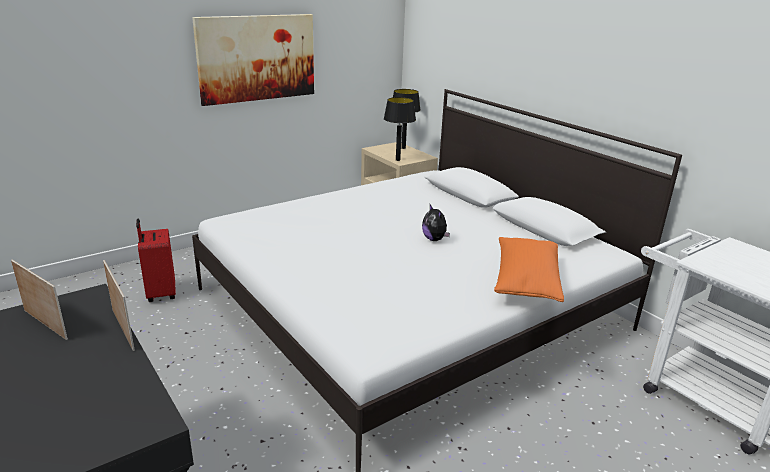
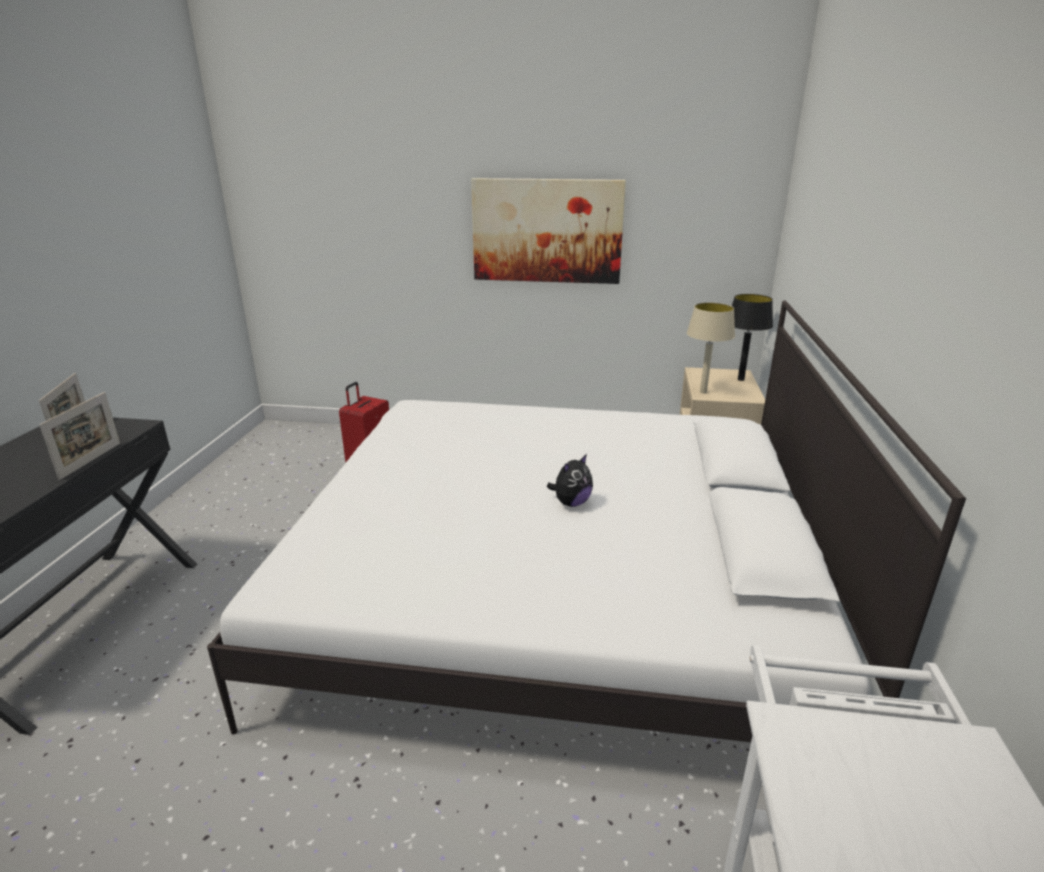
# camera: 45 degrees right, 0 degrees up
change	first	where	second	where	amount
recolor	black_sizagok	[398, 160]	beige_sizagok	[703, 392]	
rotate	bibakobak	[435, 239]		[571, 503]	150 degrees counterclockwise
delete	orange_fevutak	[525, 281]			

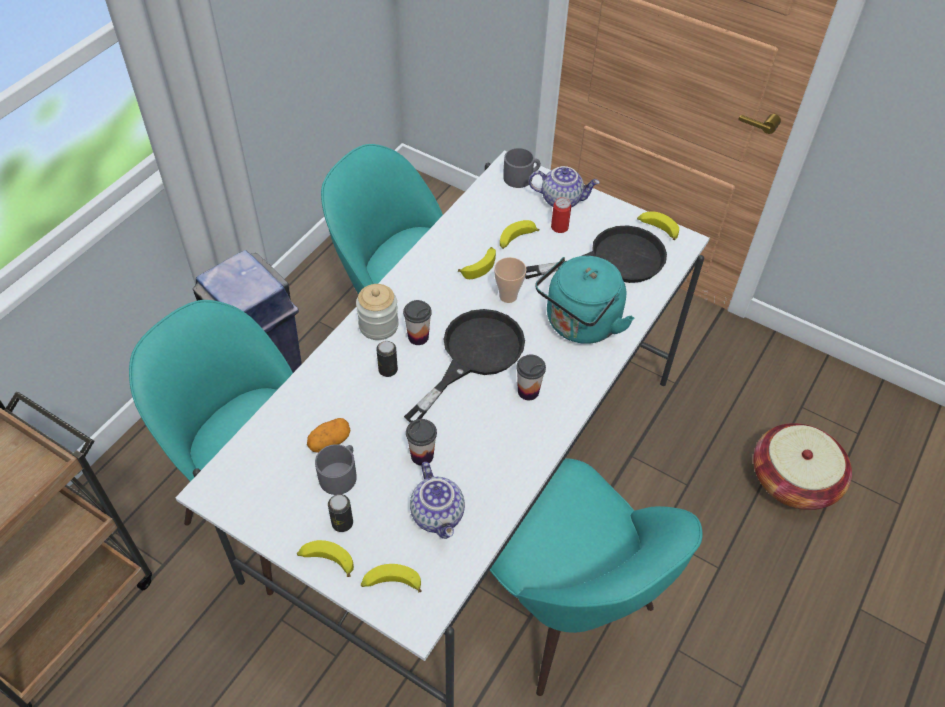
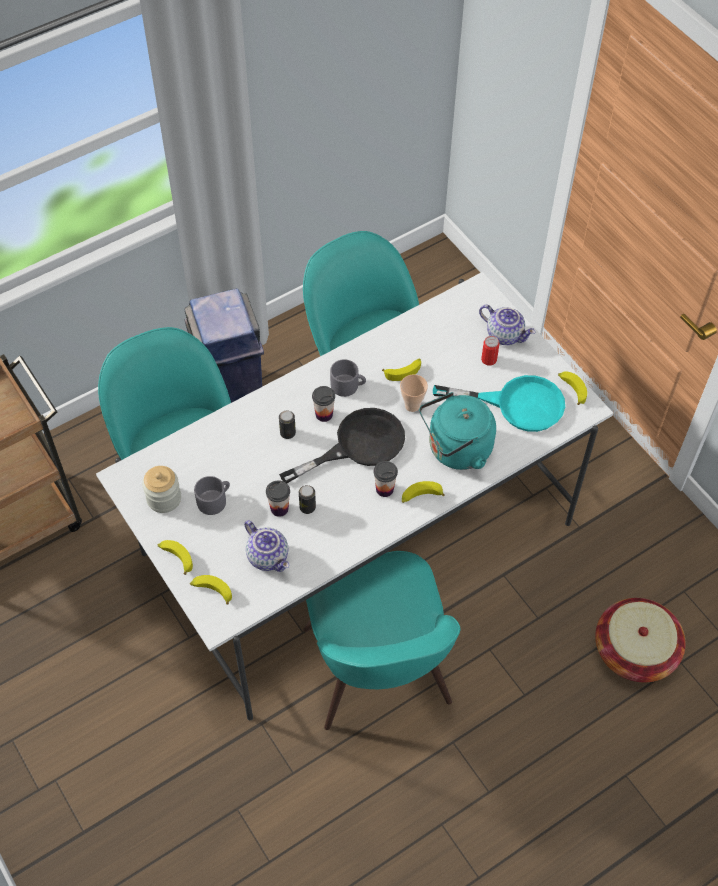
# camera: 25 degrees right, 5 degrees up
change	first	where	second	where	amount
delete	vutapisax	[329, 441]			
move	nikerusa	[342, 523]		[307, 507]	
move	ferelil	[378, 325]		[164, 498]	
rotate	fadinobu	[439, 515]		[269, 556]	45 degrees counterclockwise
move	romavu	[516, 240]		[420, 497]	
move	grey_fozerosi	[521, 177]		[348, 385]	
recolor	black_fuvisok	[613, 260]	turquoise_fuvisok	[517, 404]	

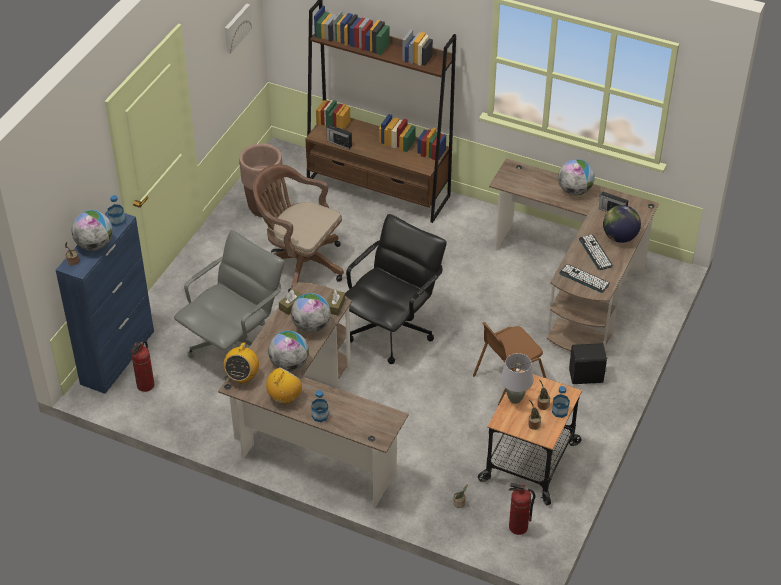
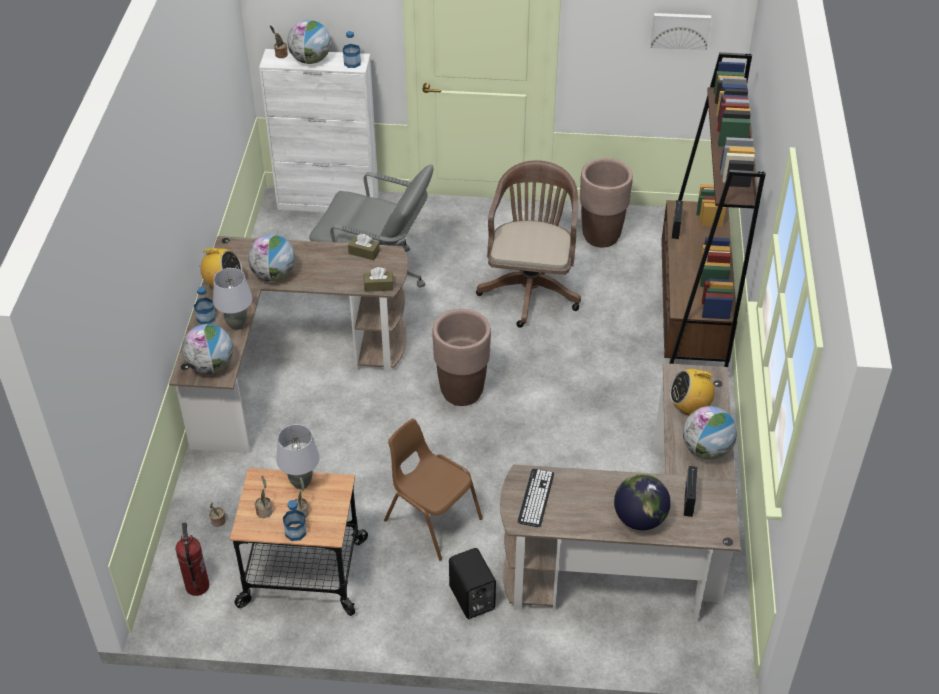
# camera: 70 degrees right, 0 degrees up
change	first	where	second	where	amount
recolor	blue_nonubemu	[118, 357]	white_nonubemu	[329, 202]	
delete	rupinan	[146, 385]			
move	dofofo	[242, 376]		[689, 407]	
move	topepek	[311, 326]		[211, 366]	
replace	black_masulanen	[392, 331]	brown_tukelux	[462, 392]	
delete	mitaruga	[595, 252]			
insert			grey_sizagok	[237, 325]	

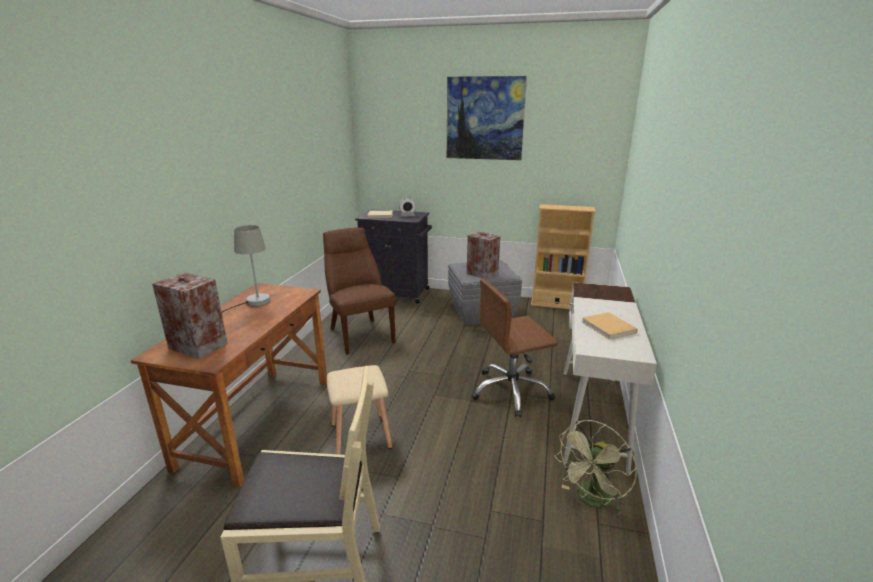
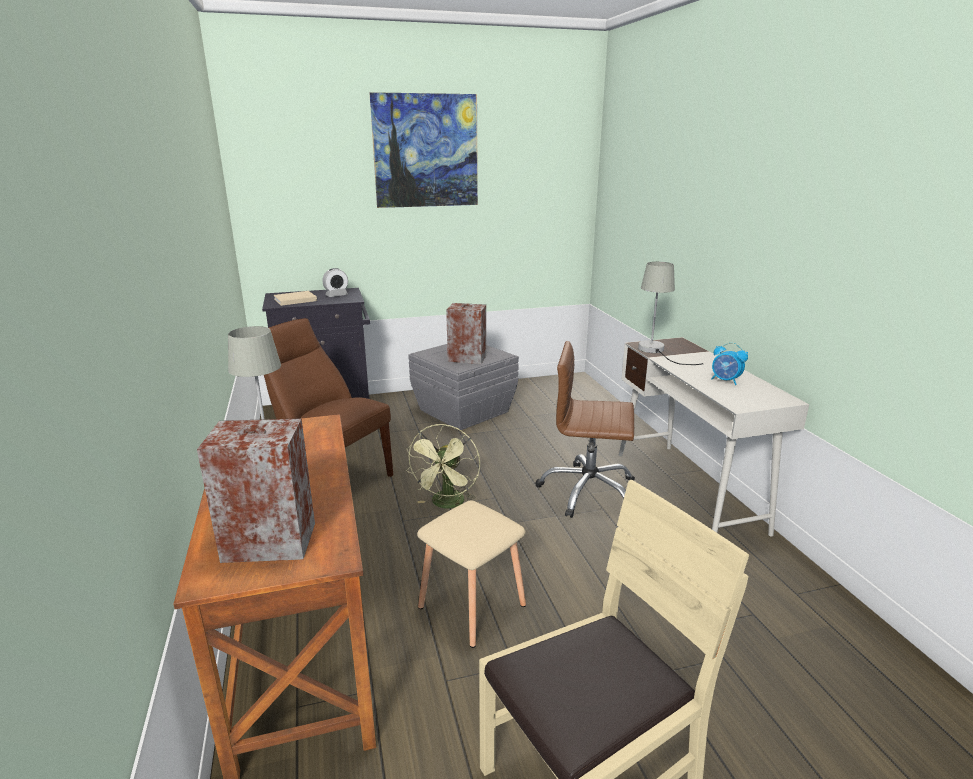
# camera: 30 degrees left, 0 degrees up
change	first	where	second	where	amount
rotate	brown_masulanen	[511, 391]		[588, 491]	60 degrees clockwise
delete	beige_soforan	[556, 304]			
move	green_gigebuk	[591, 501]		[447, 504]	
replace	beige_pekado	[609, 328]	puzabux	[725, 381]	
insert			grey_sizagok	[656, 351]	

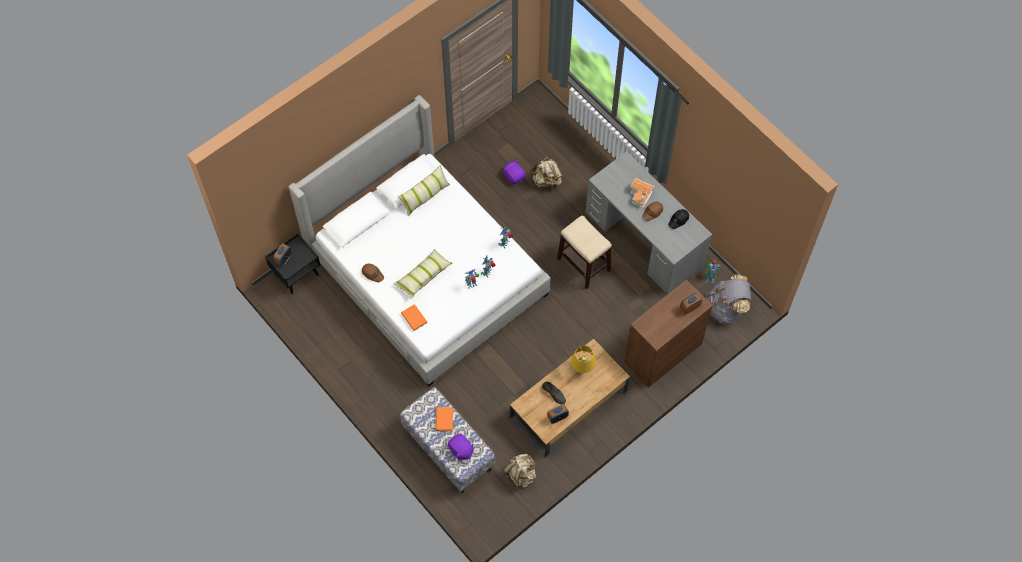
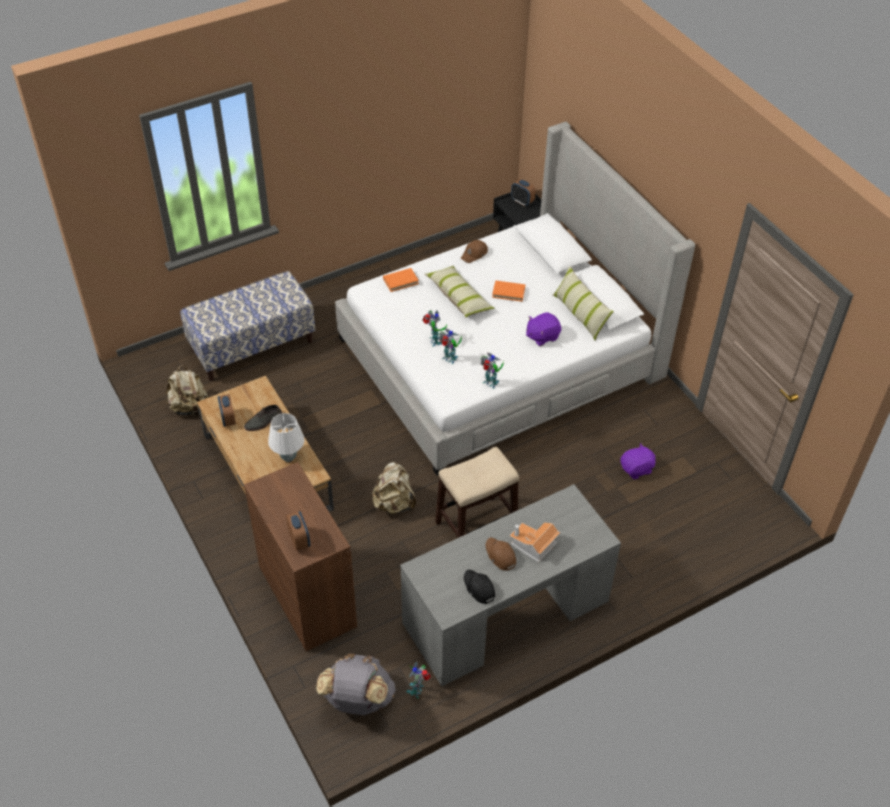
# camera: 100 degrees right, 15 degrees down
change	first	where	second	where	amount
move	orange_pekado	[444, 419]		[508, 292]	
move	purple_bibakobak	[461, 450]		[542, 336]	
move	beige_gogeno	[546, 181]		[394, 503]	
recolor	yellow_sizagok	[582, 368]	white_sizagok	[288, 457]	

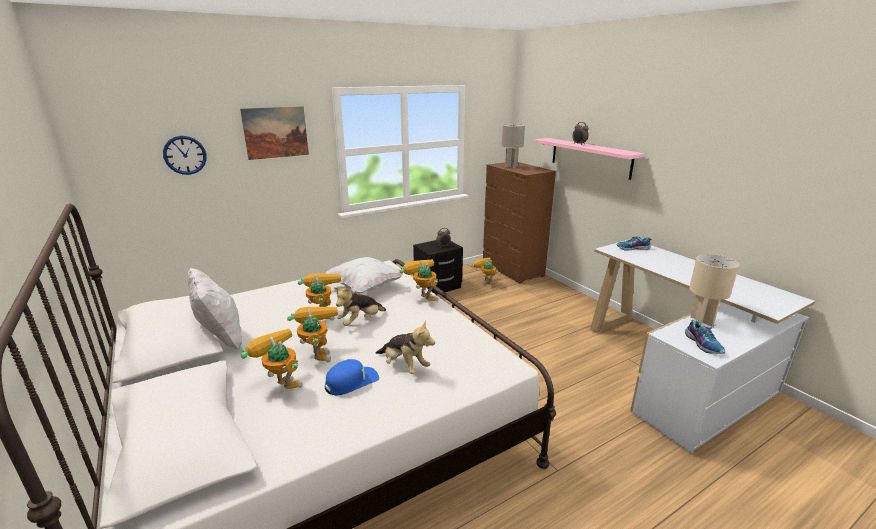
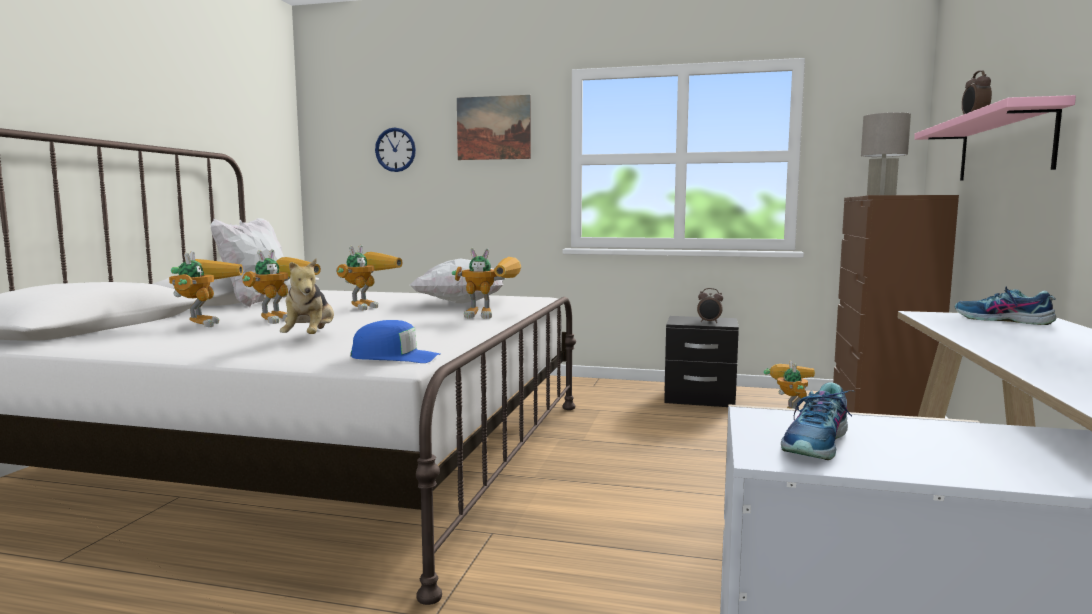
# camera: 45 degrees right, 15 degrees down
change	first	where	second	where	amount
move	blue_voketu	[351, 381]		[395, 357]	
delete	bibakobak	[361, 321]			
rotate	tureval	[422, 298]		[491, 316]	90 degrees clockwise
delete	beige_sizagok	[701, 321]			

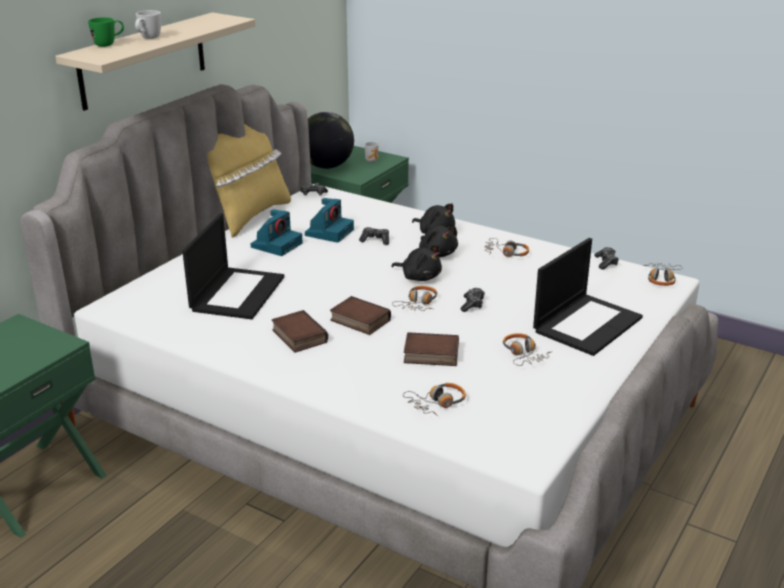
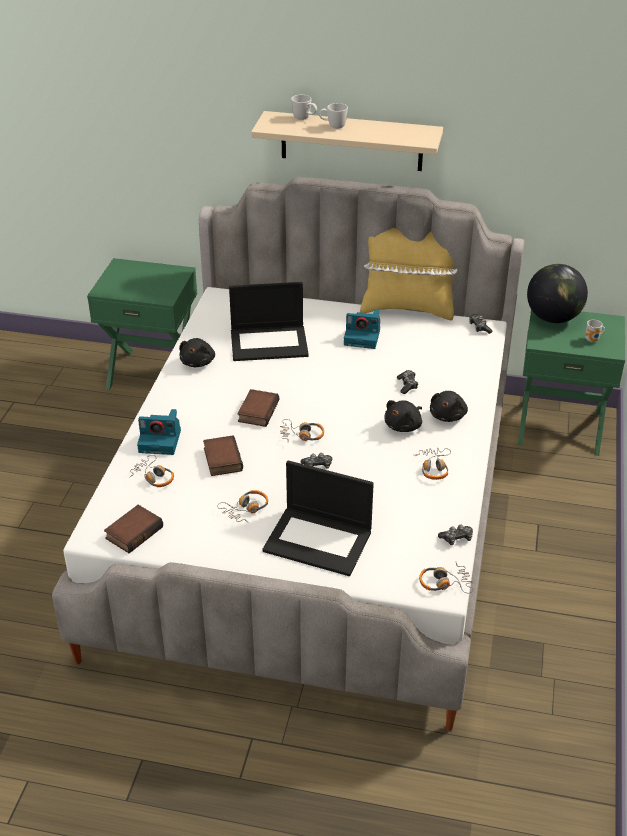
# camera: 70 degrees right, 10 degrees up
change	first	where	second	where	amount
recolor	green_fozerosi	[109, 44]	white_fozerosi	[304, 118]	
move	pekado	[297, 336]		[133, 531]	
move	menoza	[329, 232]		[161, 441]	
move	black_bibakobak	[419, 277]		[198, 362]	

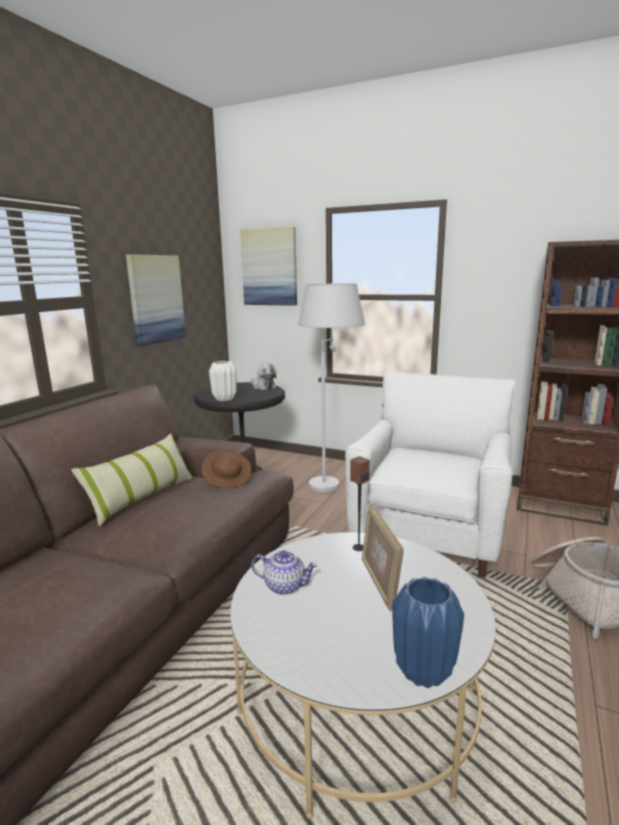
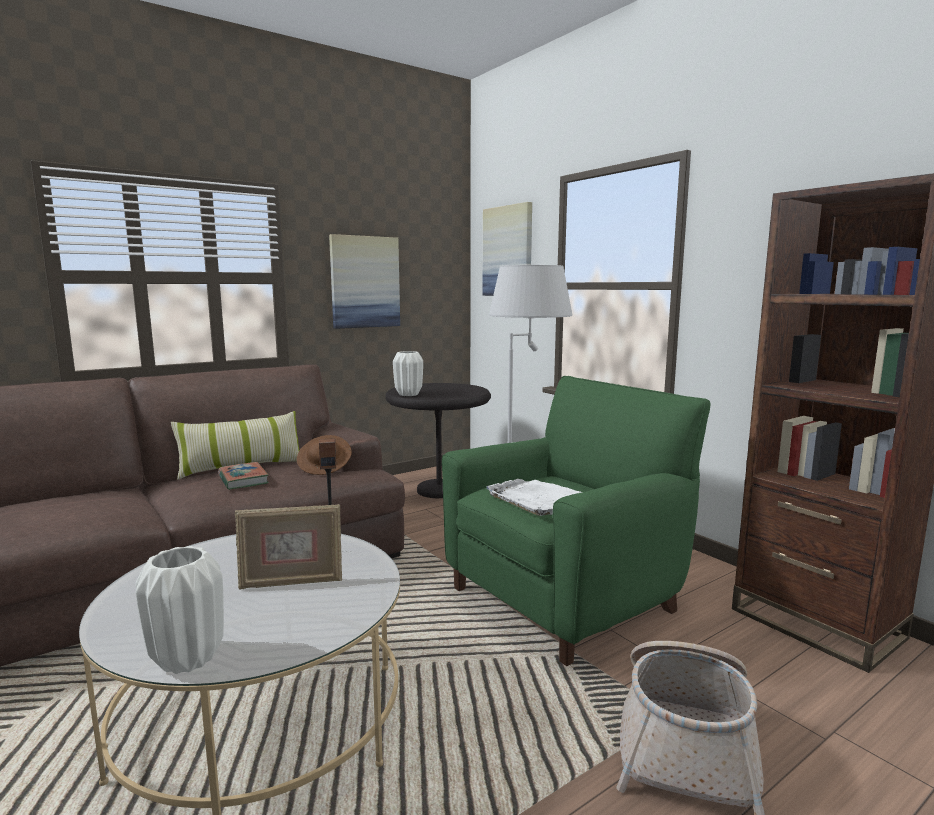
# camera: 30 degrees right, 5 degrees down
change	first	where	second	where	amount
delete	bibakobak	[263, 386]			
delete	fadinobu	[285, 586]			
recolor	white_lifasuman	[430, 532]	green_lifasuman	[566, 598]	
rotate	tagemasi	[379, 583]		[291, 582]	120 degrees counterclockwise
recolor	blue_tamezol	[422, 671]	white_tamezol	[187, 658]	
insert			pekado	[243, 479]	
insert			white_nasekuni	[540, 499]	

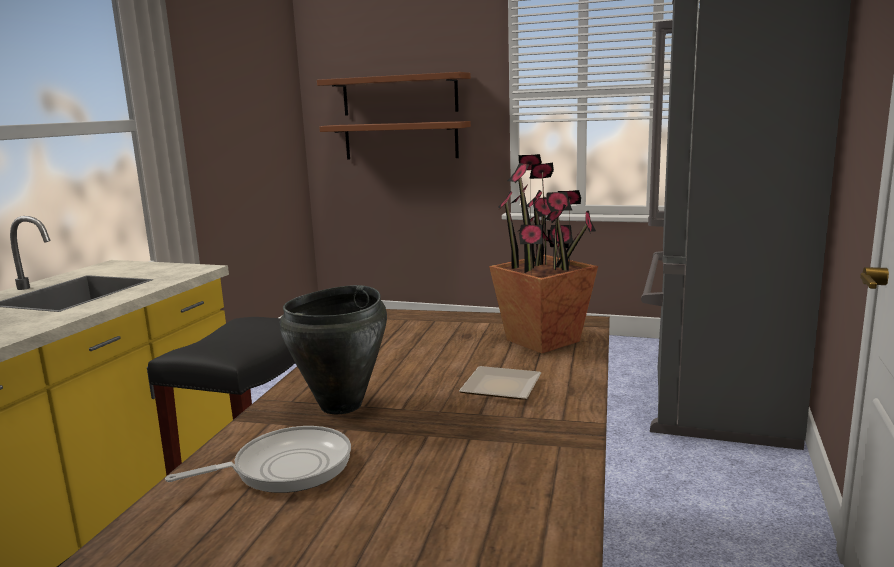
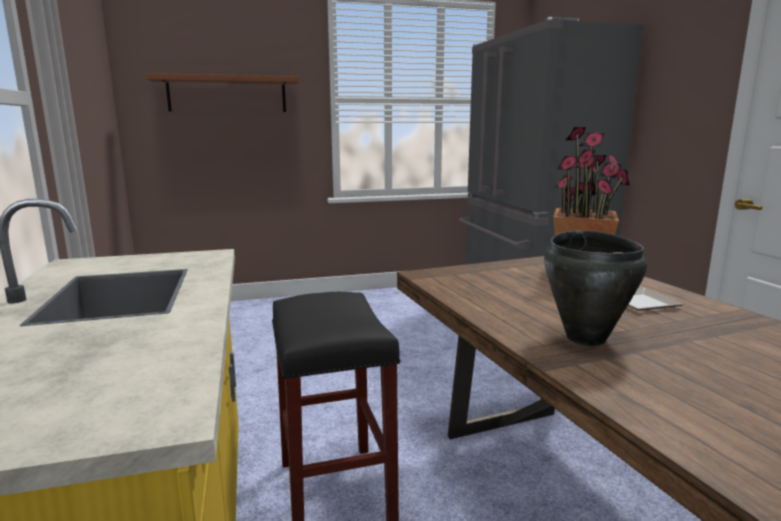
# camera: 35 degrees left, 0 degrees up
change	first	where	second	where	amount
delete	fuvisok	[285, 468]			
delete	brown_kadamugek	[400, 141]			

